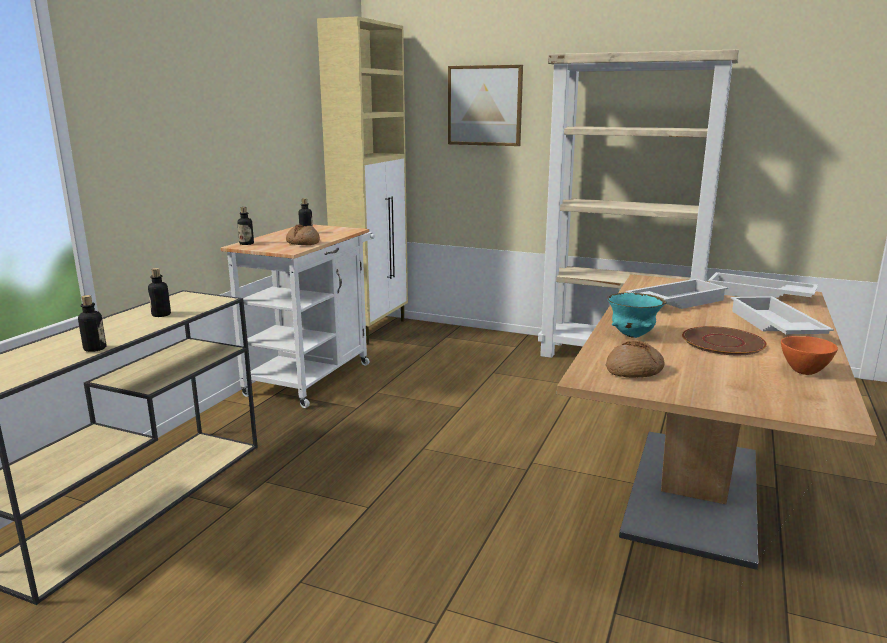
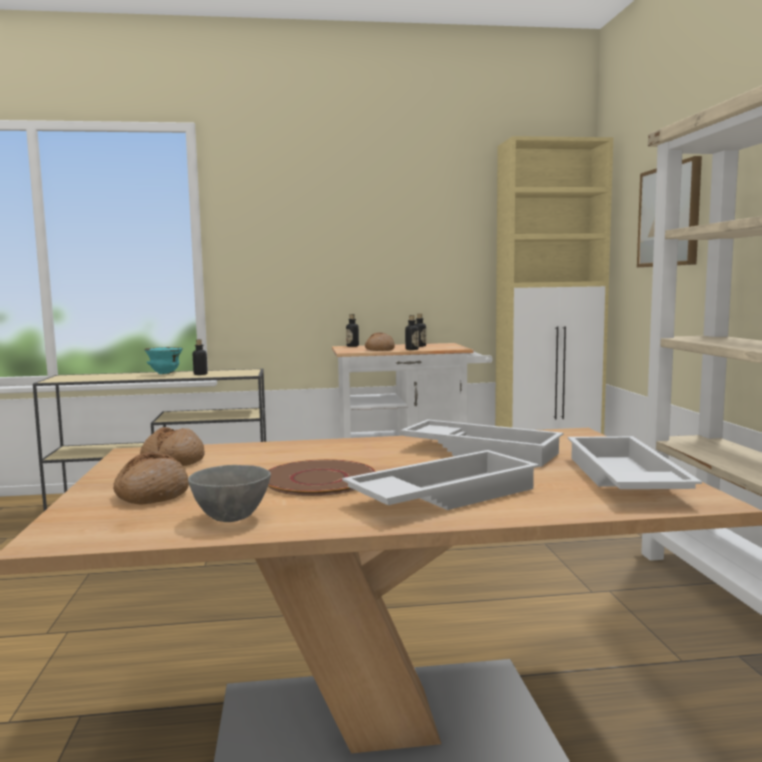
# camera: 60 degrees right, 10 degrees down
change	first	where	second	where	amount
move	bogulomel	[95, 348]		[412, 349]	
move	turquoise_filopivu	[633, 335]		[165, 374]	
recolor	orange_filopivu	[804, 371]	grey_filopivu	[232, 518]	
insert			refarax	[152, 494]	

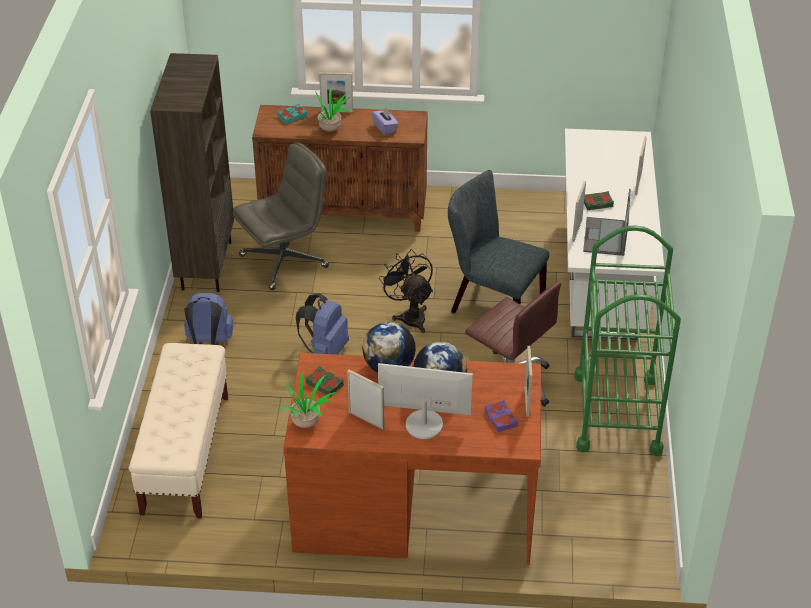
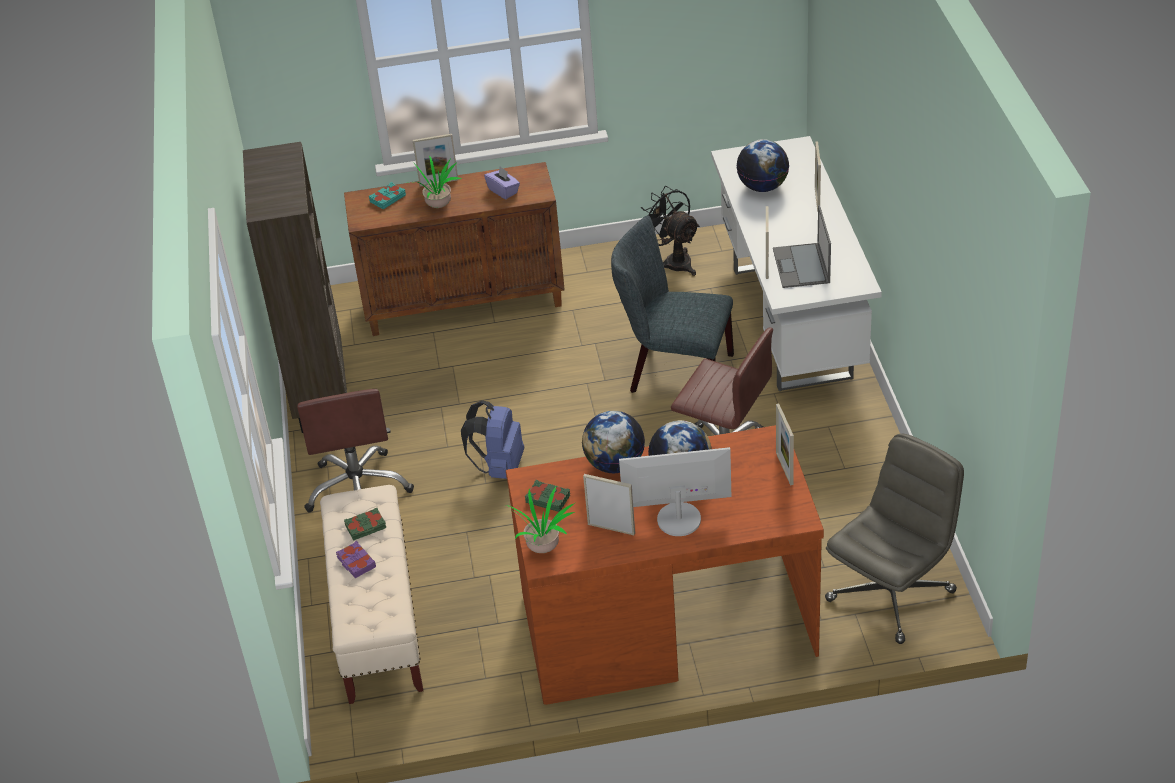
# camera: 10 degrees left, 0 degrees up
change	first	where	second	where	amount
replace	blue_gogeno	[209, 344]	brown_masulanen	[358, 489]	
move	grey_masulanen	[284, 260]		[891, 594]	
move	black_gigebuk	[410, 315]		[673, 261]	
move	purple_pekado	[500, 419]		[356, 562]	
delete	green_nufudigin	[617, 413]			
move	green_pekado	[597, 203]		[366, 527]	
insert			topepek	[763, 187]	

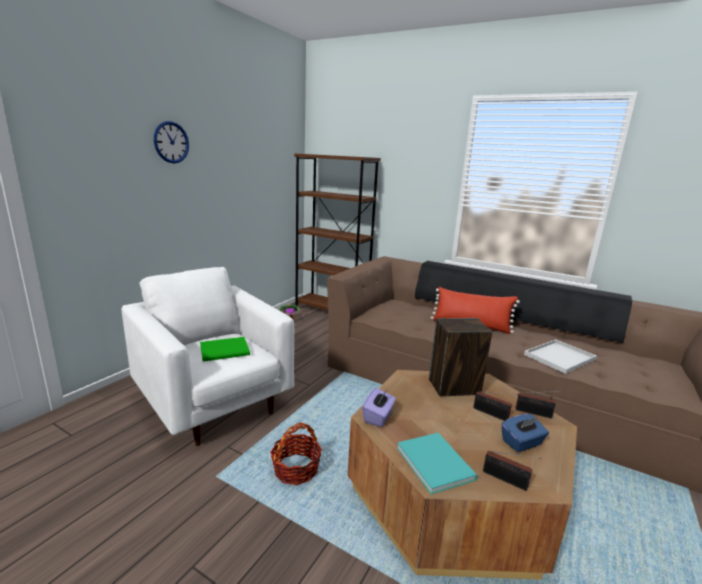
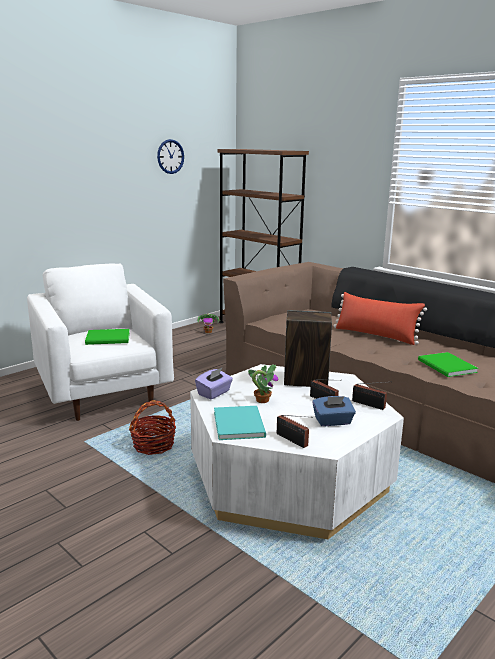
# camera: 15 degrees right, 0 degrees up
change	first	where	second	where	amount
move	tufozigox	[171, 142]		[170, 156]	
recolor	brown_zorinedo	[453, 492]	white_zorinedo	[289, 477]	
replace	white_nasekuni	[559, 357]	green_pekado	[446, 367]	
insert			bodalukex	[262, 400]	

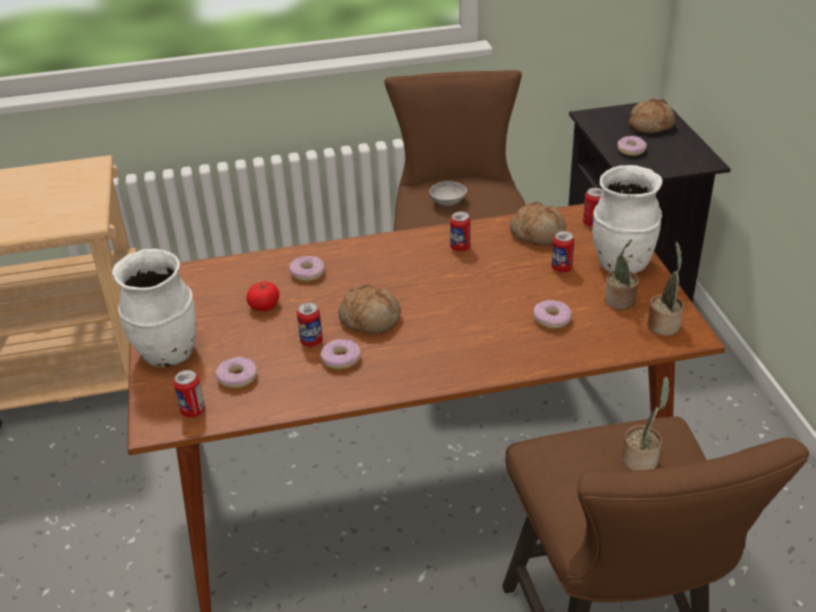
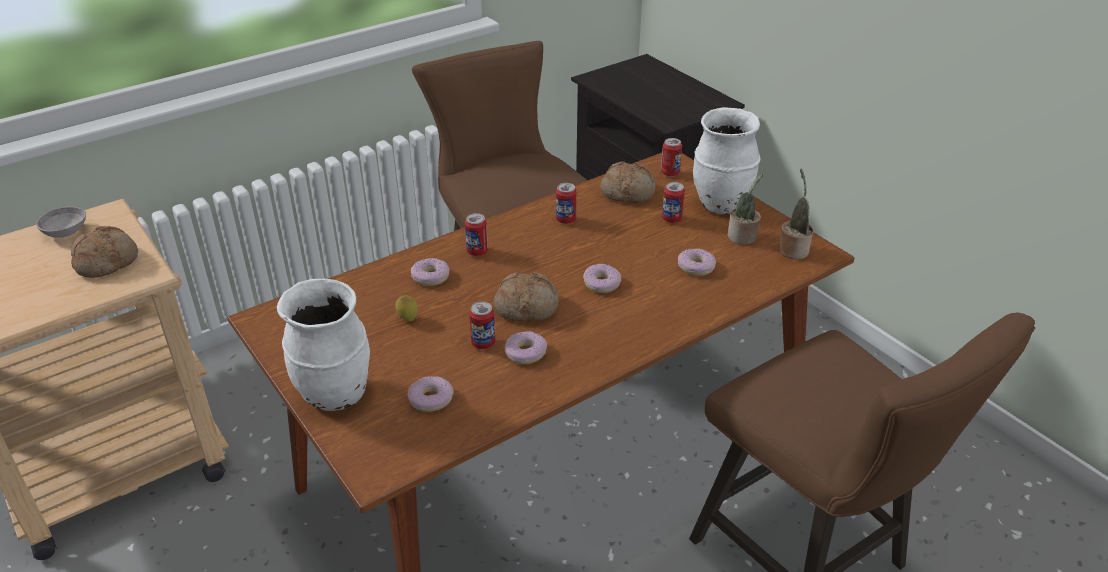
# camera: 25 degrees left, 0 degrees up
change	first	where	second	where	amount
move	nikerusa	[193, 411]		[477, 252]	
replace	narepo	[264, 305]	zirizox	[408, 319]	
move	grey_filopivu	[448, 202]		[66, 232]	
move	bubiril	[631, 150]		[602, 283]	
delete	bodalukex	[641, 458]			
move	refarax	[650, 125]		[107, 261]	

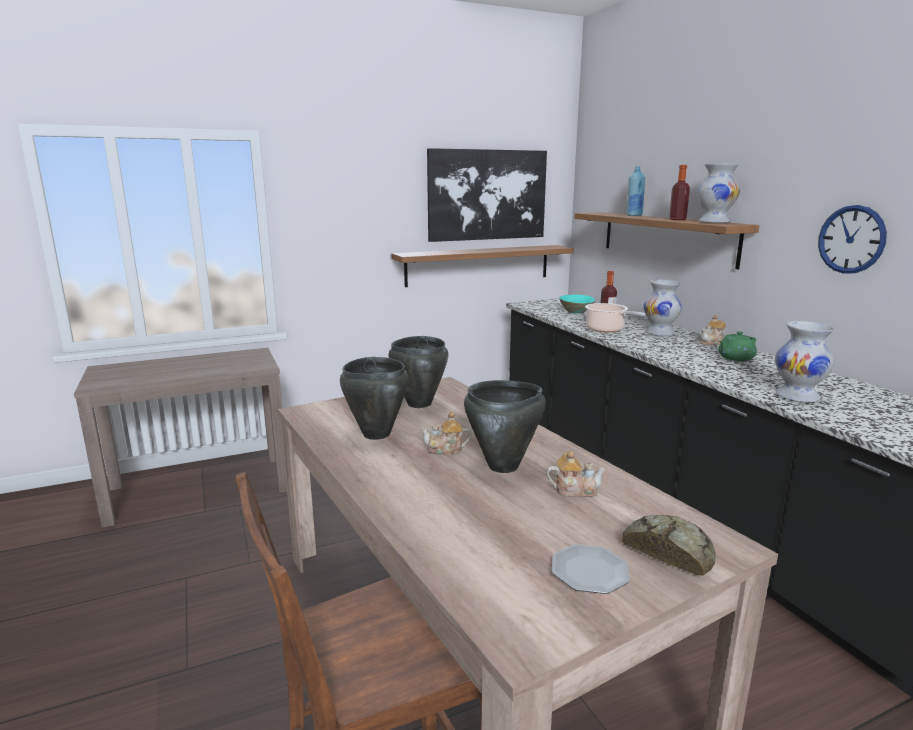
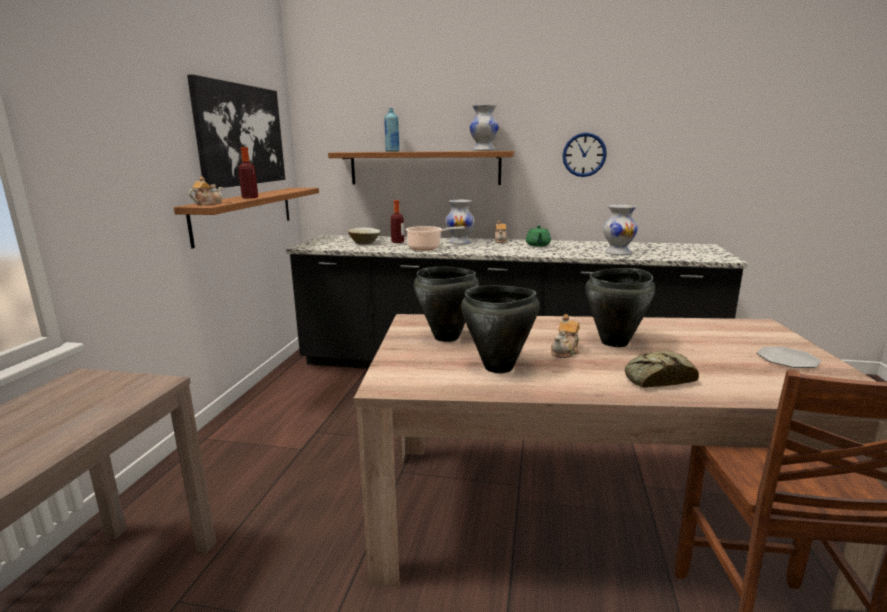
# camera: 55 degrees left, 0 degrees up
change	first	where	second	where	amount
move	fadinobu	[574, 490]		[208, 204]	
recolor	turquoise_filopivu	[576, 312]	beige_filopivu	[364, 243]	
move	refarax	[669, 550]		[657, 378]	
move	bogulomel	[677, 219]		[250, 197]	

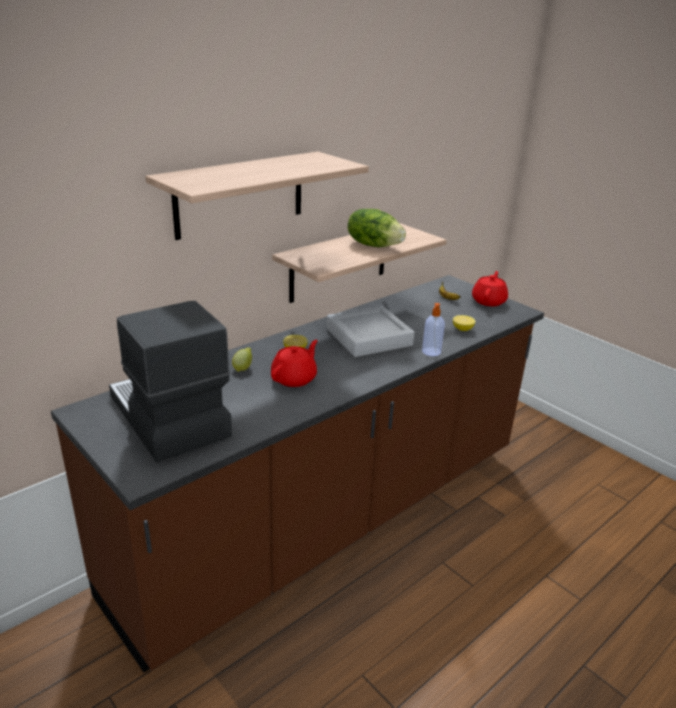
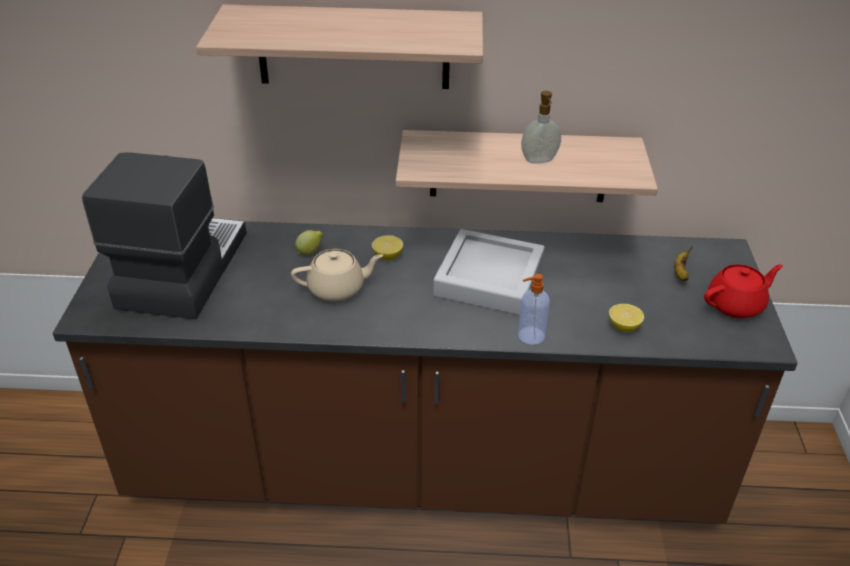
# camera: 45 degrees right, 10 degrees up
change	first	where	second	where	amount
recolor	red_fadinobu	[294, 378]	beige_fadinobu	[337, 289]	
replace	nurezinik	[374, 245]	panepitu	[539, 161]	

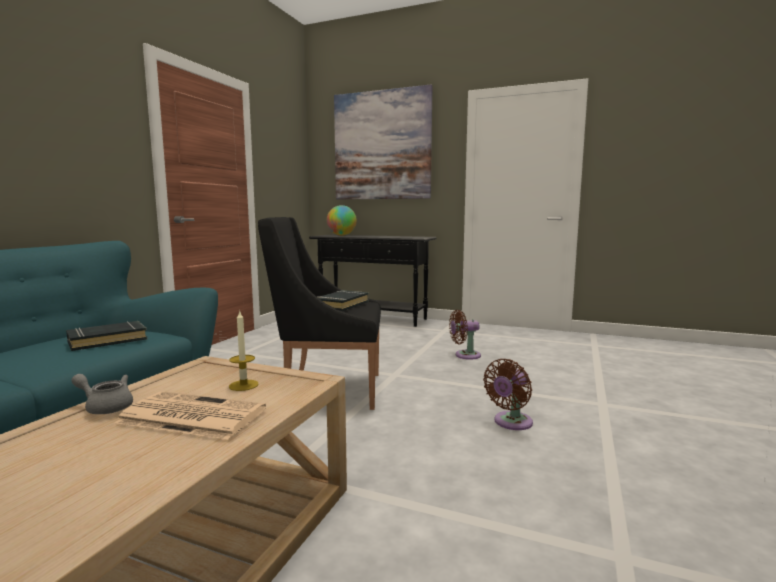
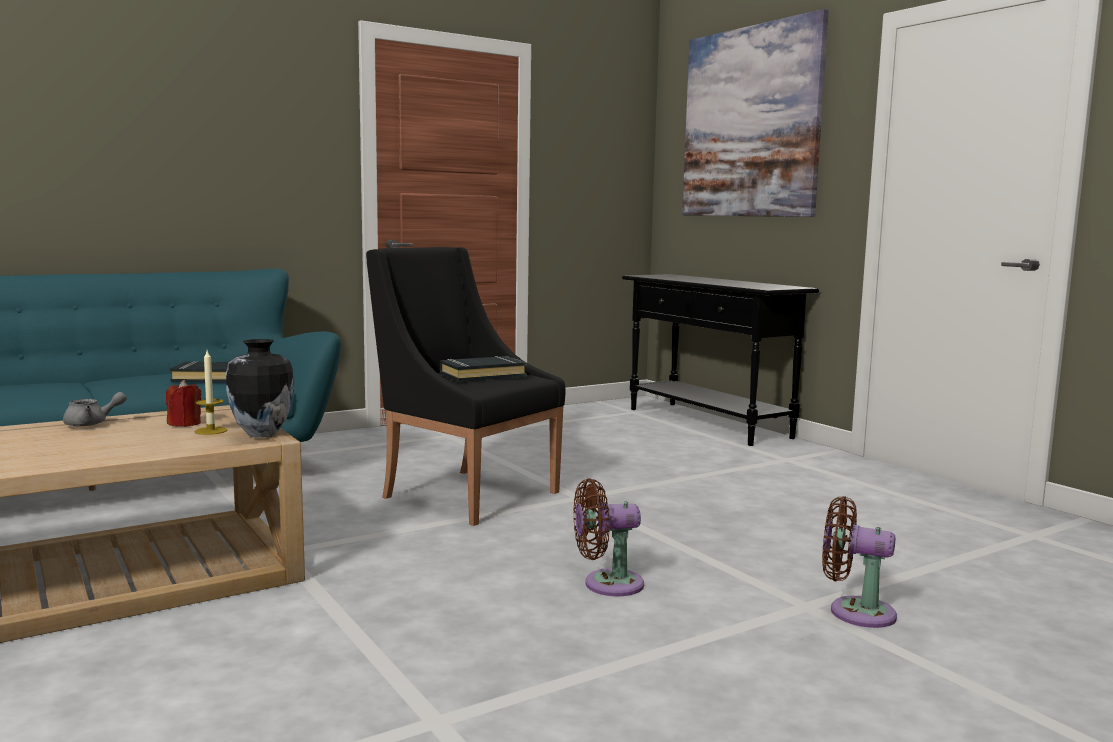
# camera: 35 degrees right, 0 degrees up
change	first	where	second	where	amount
rotate	grey_fadinobu	[105, 407]		[92, 423]	105 degrees clockwise
delete	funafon	[190, 416]			
delete	topepek	[341, 235]			
move	brown_gigebuk	[464, 355]		[855, 612]	
insert			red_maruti	[184, 424]	
insert			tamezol	[261, 434]	

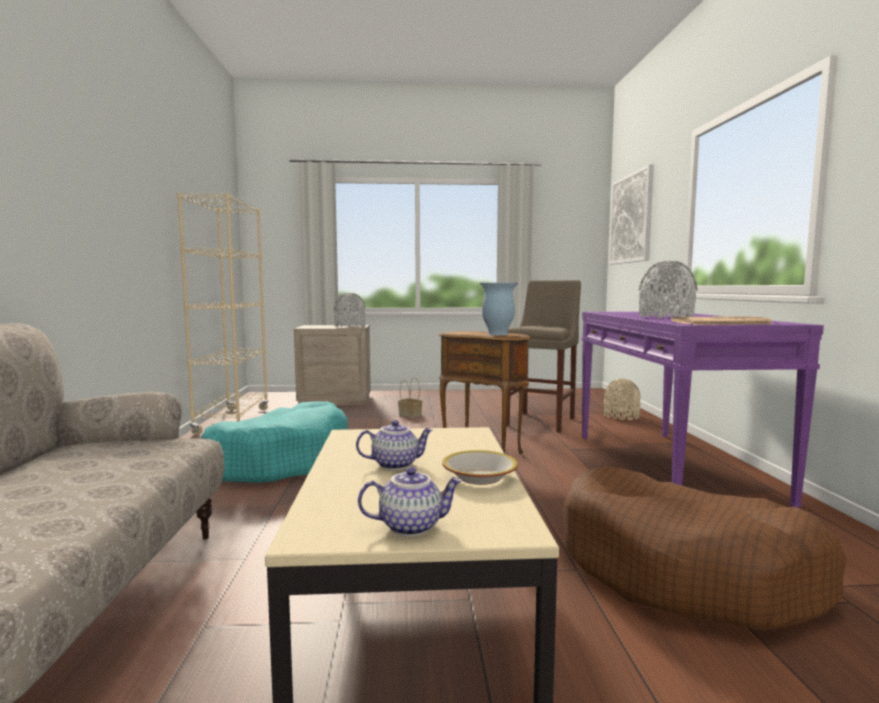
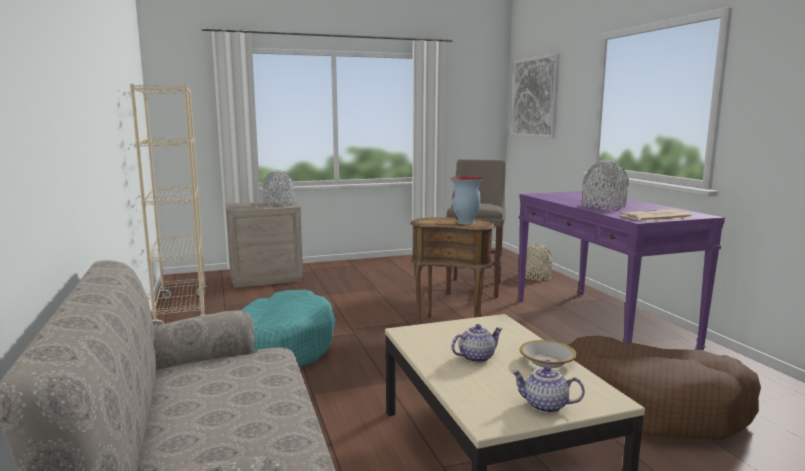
# camera: 15 degrees left, 5 degrees up
change	first	where	second	where	amount
rotate	fadinobu	[411, 526]		[545, 406]	135 degrees counterclockwise
delete	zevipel	[409, 415]			

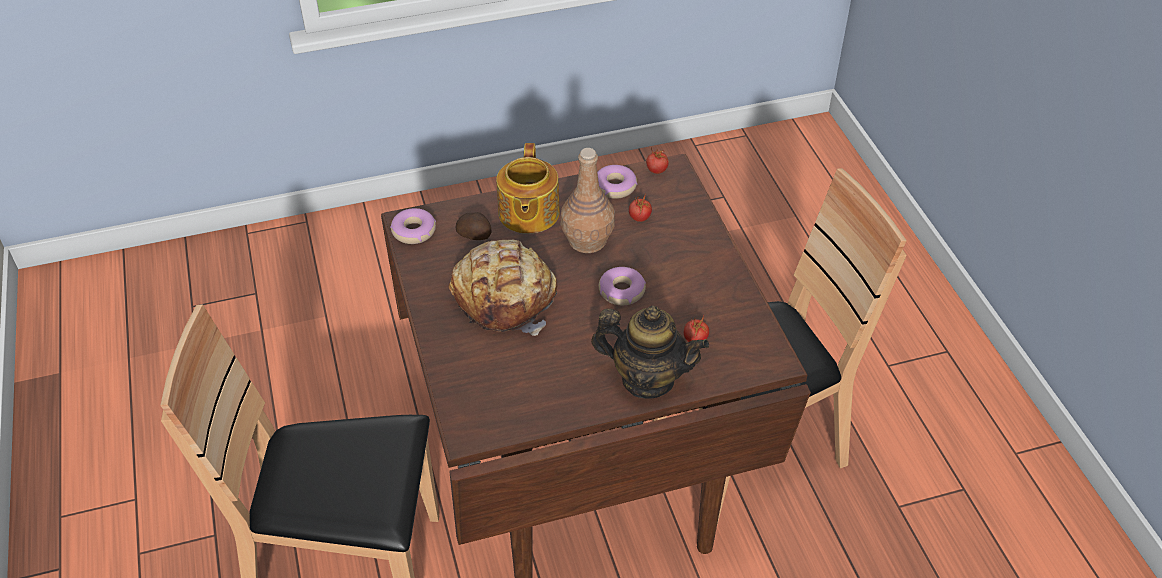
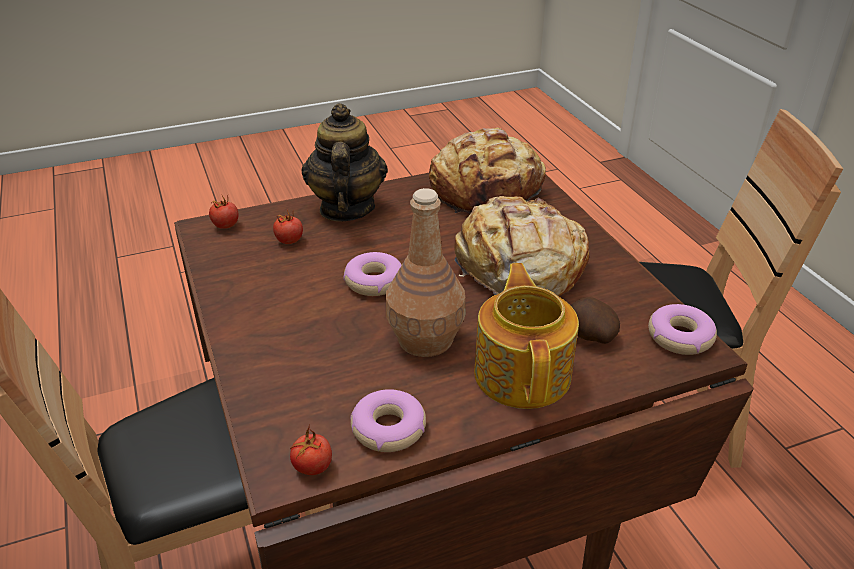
# camera: 175 degrees right, 10 degrees down
change	first	where	second	where	amount
rotate	fadinobu	[647, 379]		[346, 208]	75 degrees clockwise
move	narepo	[639, 218]		[226, 225]	
insert			refarax	[487, 192]	

